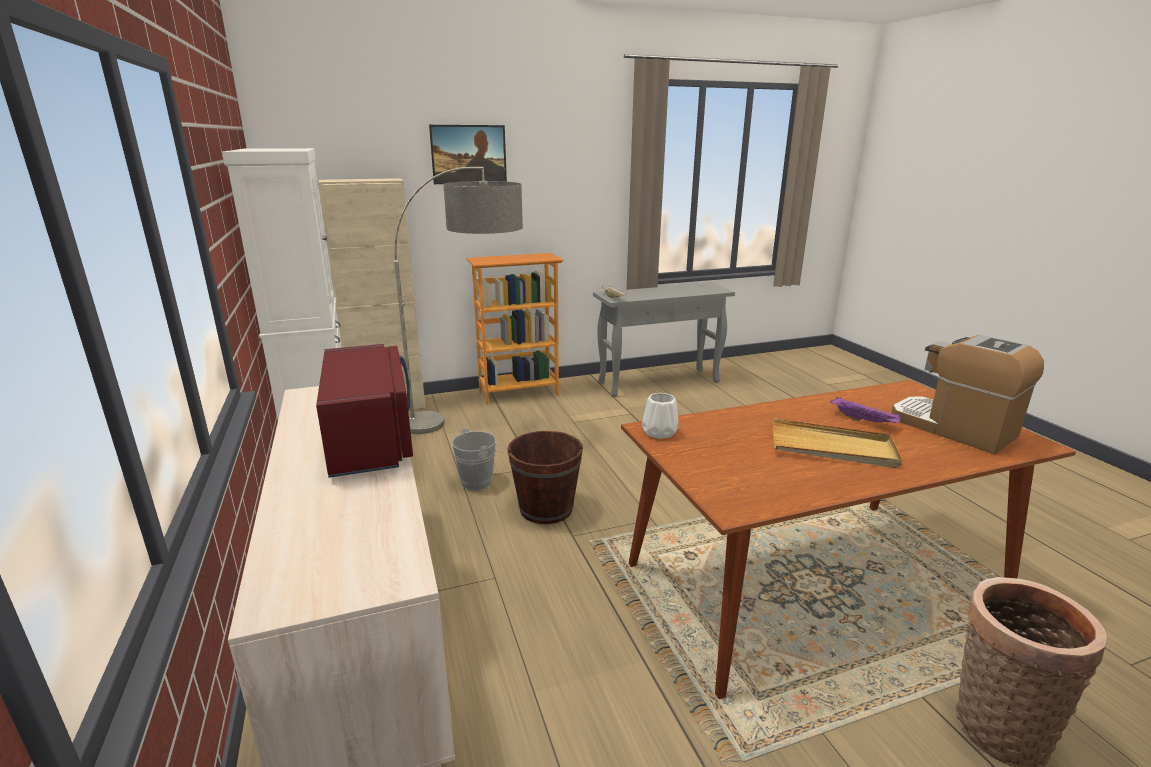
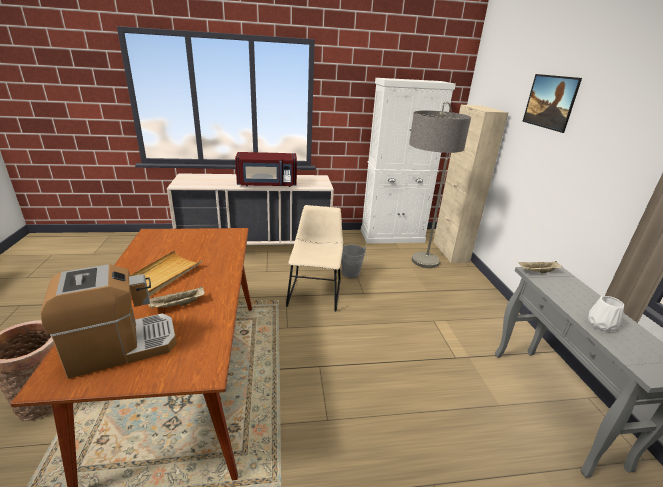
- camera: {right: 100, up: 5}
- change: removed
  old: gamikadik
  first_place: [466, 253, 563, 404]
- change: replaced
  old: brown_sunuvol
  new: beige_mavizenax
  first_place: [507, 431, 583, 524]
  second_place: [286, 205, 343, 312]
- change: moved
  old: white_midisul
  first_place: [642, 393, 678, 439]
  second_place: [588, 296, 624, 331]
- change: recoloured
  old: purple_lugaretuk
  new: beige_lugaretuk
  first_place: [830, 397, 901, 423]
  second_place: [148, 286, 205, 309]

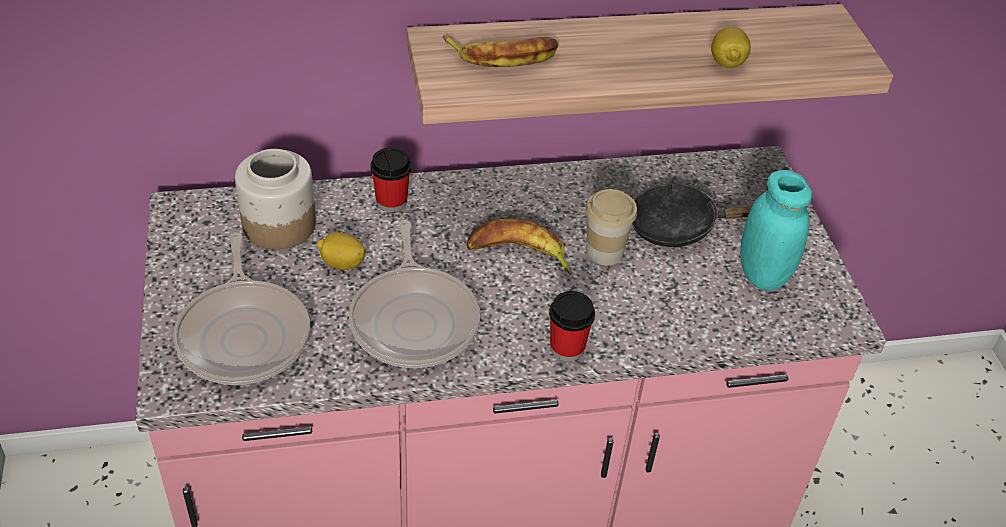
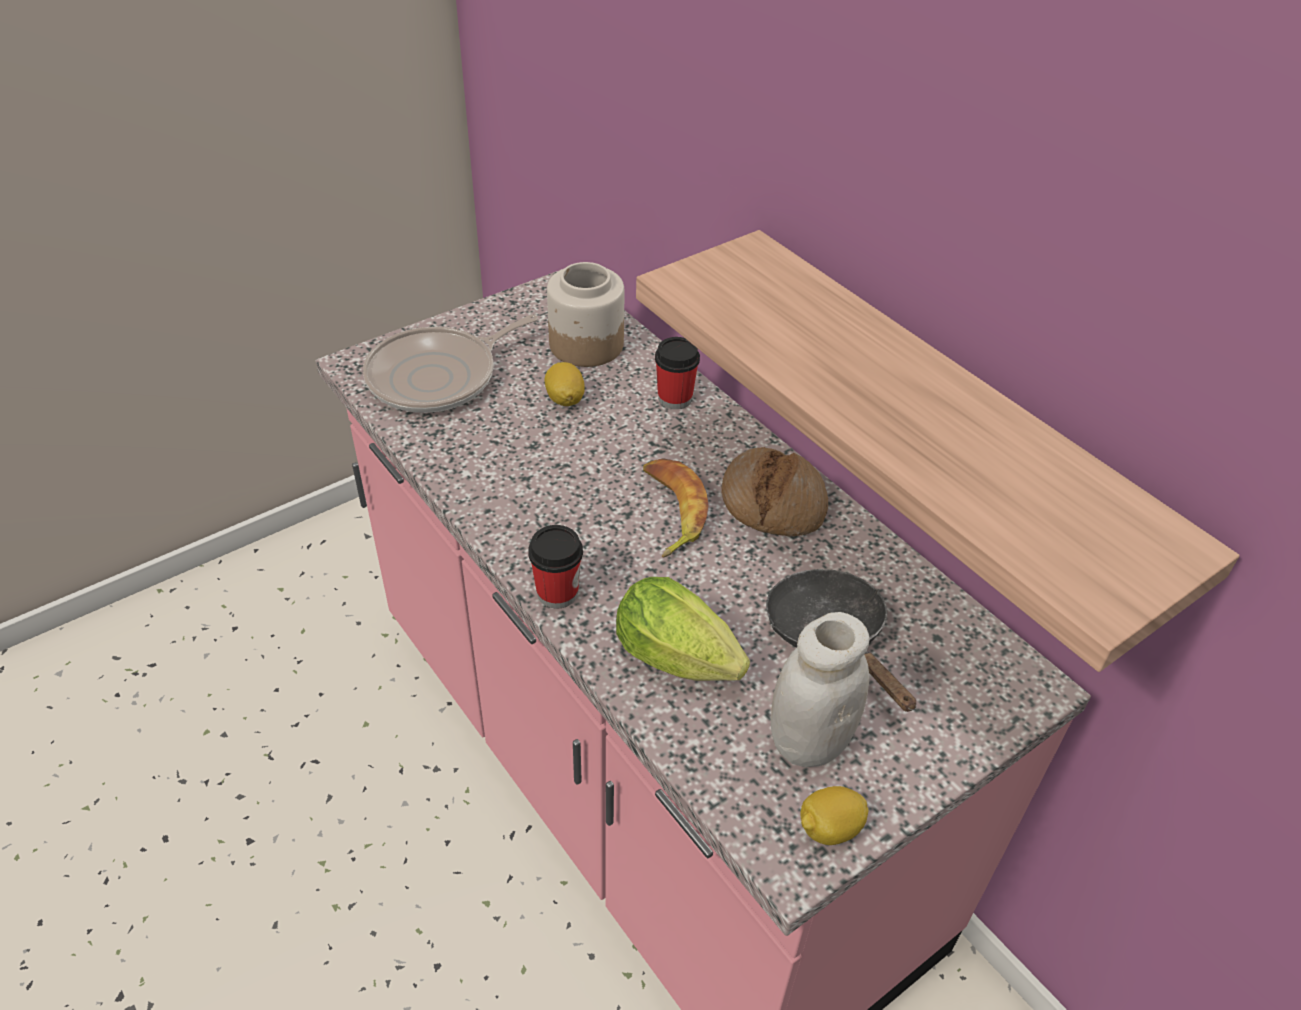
- camera: {right: 65, up: 0}
- change: removed
  old: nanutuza
  first_place: [349, 220, 480, 368]
- change: removed
  old: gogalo
  first_place: [443, 35, 559, 67]
- change: removed
  old: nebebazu
  first_place: [586, 189, 637, 265]
- change: moved
  old: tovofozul
  first_place: [711, 27, 751, 68]
  second_place: [800, 786, 868, 845]
- change: recoloured
  old: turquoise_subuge
  new: white_subuge
  first_place: [740, 170, 812, 291]
  second_place: [771, 612, 870, 767]
- change: added
  new: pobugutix
  second_place: [616, 577, 750, 681]
- change: added
  new: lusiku
  second_place: [721, 447, 828, 536]

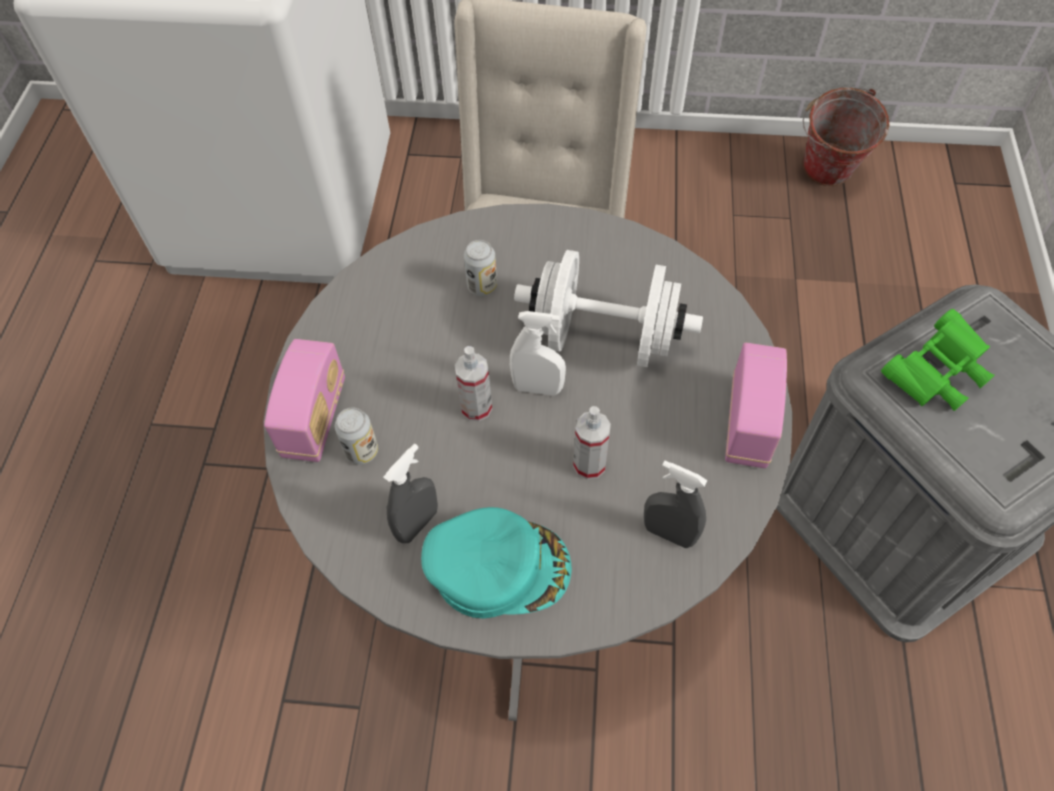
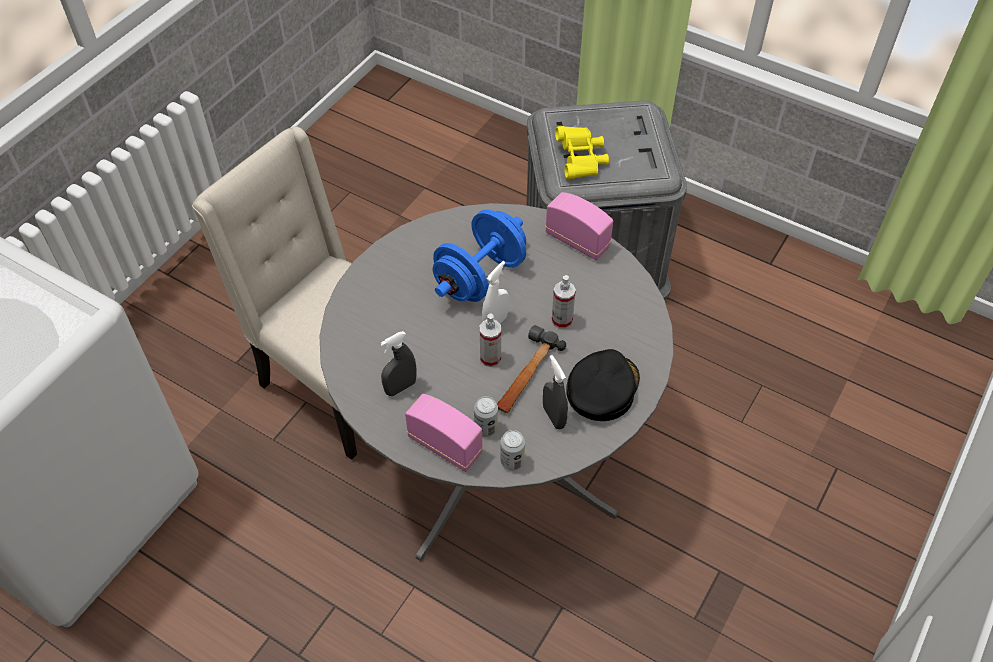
- camera: {right: -65, up: -5}
- change: recoloured
  old: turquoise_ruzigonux
  new: black_ruzigonux
  first_place: [421, 507, 572, 619]
  second_place: [566, 349, 640, 421]
- change: moved
  old: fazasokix
  first_place: [464, 240, 497, 296]
  second_place: [500, 430, 525, 471]
- change: recoloured
  old: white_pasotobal
  new: blue_pasotobal
  first_place: [514, 250, 703, 367]
  second_place: [433, 210, 526, 302]
- change: moved
  old: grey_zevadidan
  first_place: [644, 461, 708, 548]
  second_place: [380, 331, 417, 396]
- change: removed
  old: sunuvol
  first_place: [802, 87, 889, 186]
- change: recoloured
  old: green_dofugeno
  new: yellow_dofugeno
  first_place: [881, 309, 995, 411]
  second_place: [555, 126, 609, 179]
- change: added
  new: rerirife
  second_place: [497, 325, 566, 413]

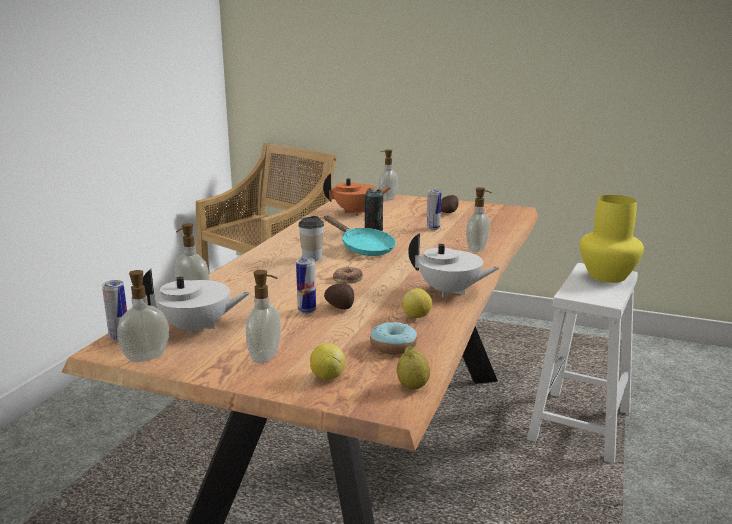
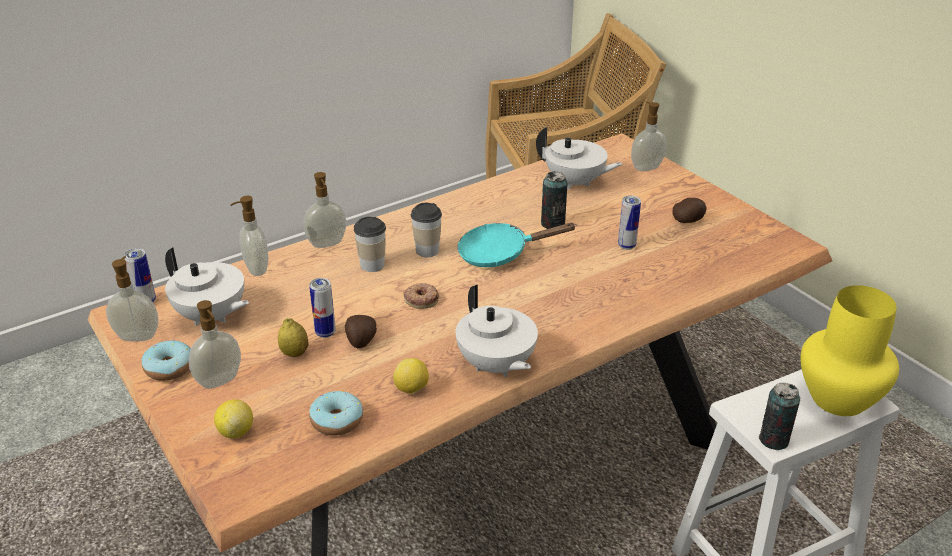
- camera: {right: 35, up: 15}
- change: recoloured
  old: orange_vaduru
  new: white_vaduru
  first_place: [323, 173, 390, 216]
  second_place: [536, 127, 623, 190]
- change: turned
  old: turquoise_nanutuza
  first_place: [324, 216, 396, 256]
  second_place: [457, 223, 577, 267]
  degrees: 90
- change: moved
  old: tovofozul
  first_place: [397, 346, 430, 389]
  second_place: [278, 318, 309, 357]
- change: moved
  old: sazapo
  first_place: [466, 187, 492, 252]
  second_place: [303, 172, 346, 248]
- change: added
  new: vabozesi
  second_place: [142, 340, 191, 381]
- change: added
  new: nebebazu
  second_place: [354, 217, 386, 272]
- change: added
  new: fazasokix
  second_place: [759, 383, 800, 450]

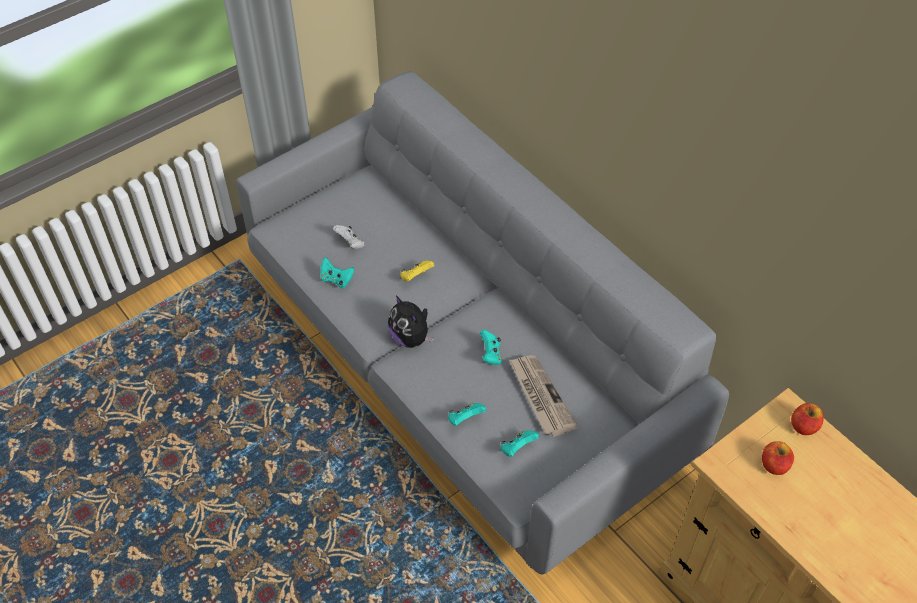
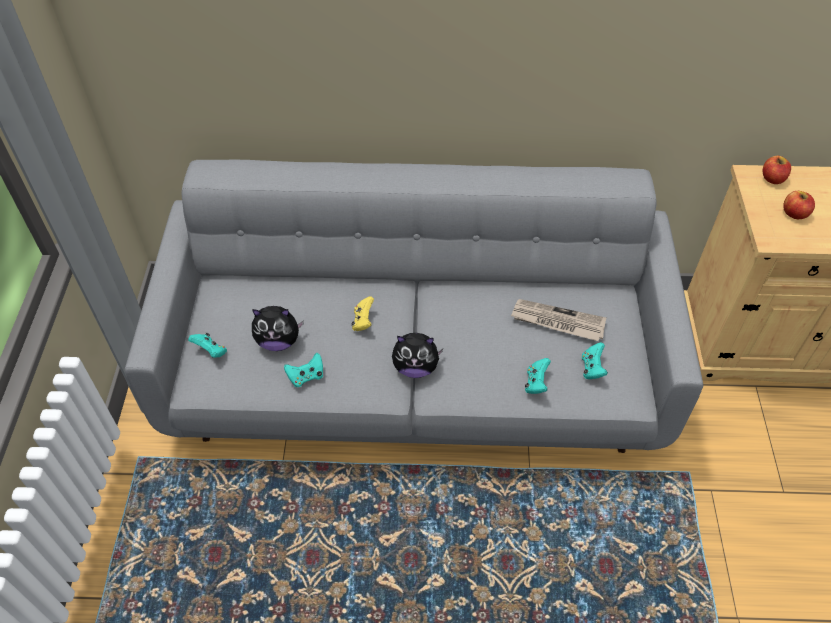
- camera: {right: -50, up: 0}
- change: replaced
  old: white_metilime
  new: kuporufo
  first_place: [333, 225, 365, 249]
  second_place: [252, 306, 304, 351]
- change: moved
  old: turquoise_metilime
  first_place: [480, 330, 502, 365]
  second_place: [188, 333, 227, 358]

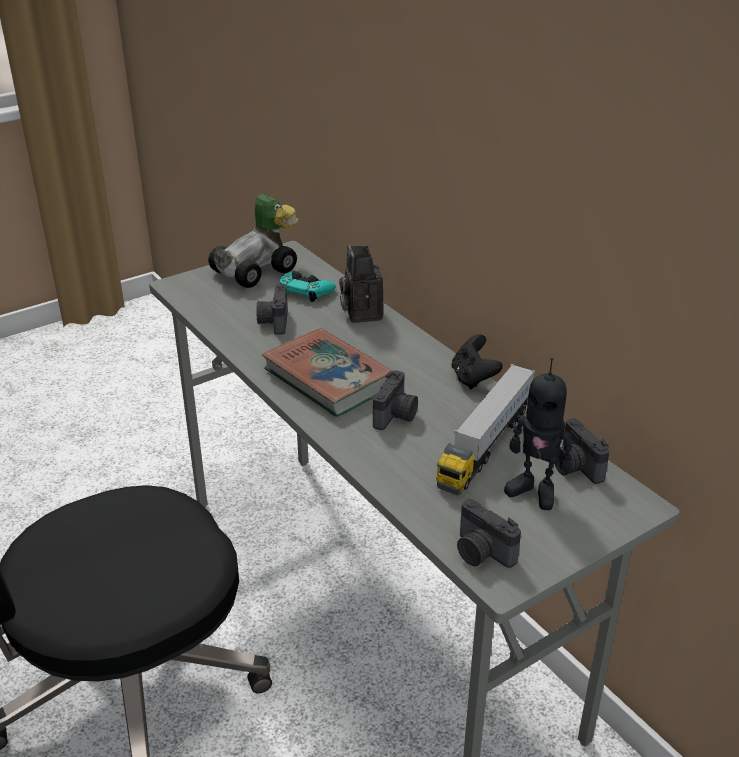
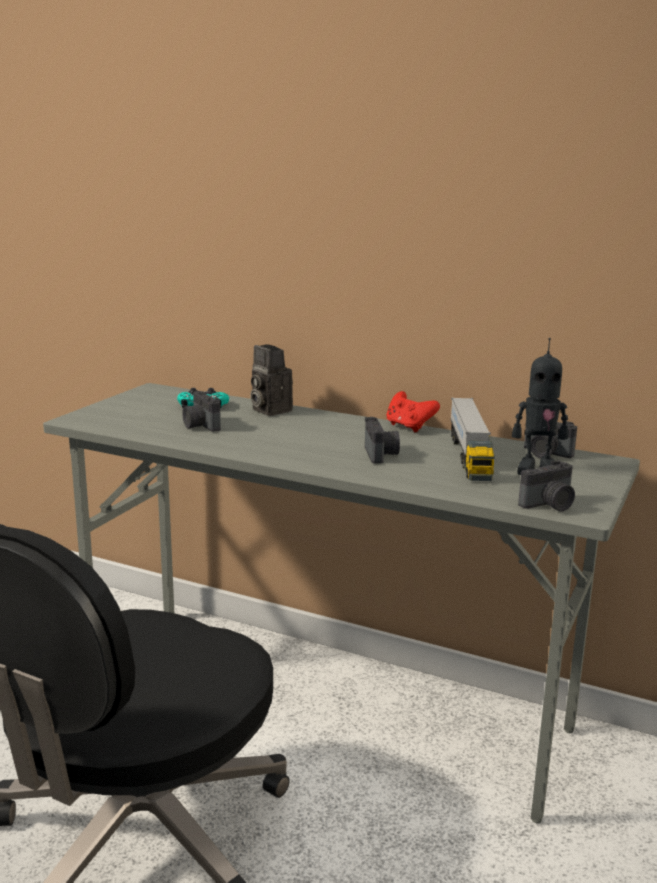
- camera: {right: -30, up: -15}
- change: removed
  old: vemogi
  first_place: [208, 194, 298, 288]
- change: removed
  old: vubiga
  first_place: [262, 328, 393, 417]
- change: recoloured
  old: black_metilime
  new: red_metilime
  first_place: [451, 334, 503, 389]
  second_place: [387, 391, 440, 432]
- change: turned
  old: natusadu
  first_place: [457, 499, 521, 568]
  second_place: [518, 460, 575, 512]
  degrees: -45

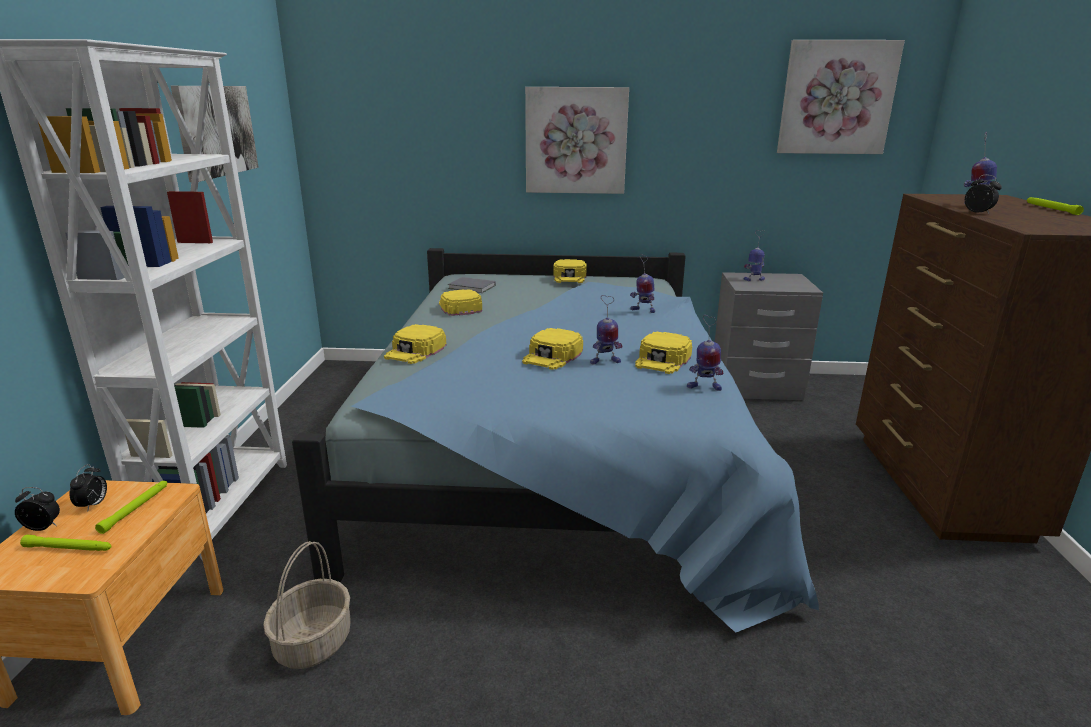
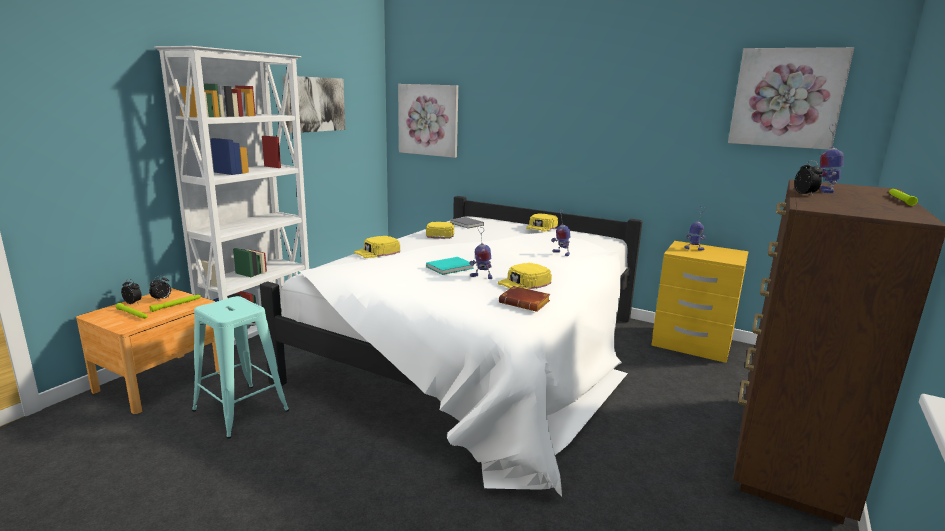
- camera: {right: 25, up: -5}
- change: replaced
  old: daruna
  new: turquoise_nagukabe
  first_place: [263, 541, 351, 669]
  second_place: [192, 296, 289, 439]
- change: recoloured
  old: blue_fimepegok
  new: white_fimepegok
  first_place: [292, 248, 819, 633]
  second_place: [260, 196, 643, 496]
- change: replaced
  old: yellow_ruzigonux
  new: turquoise_vubiga
  first_place: [522, 328, 583, 370]
  second_place: [426, 257, 474, 275]
- change: moved
  old: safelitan
  first_place: [525, 87, 629, 194]
  second_place: [398, 84, 458, 158]
- change: replaced
  old: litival
  new: brown_vubiga
  first_place: [687, 315, 723, 391]
  second_place: [499, 286, 550, 312]
- change: recoloured
  old: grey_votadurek
  new: yellow_votadurek
  first_place: [715, 272, 823, 400]
  second_place: [651, 241, 749, 363]

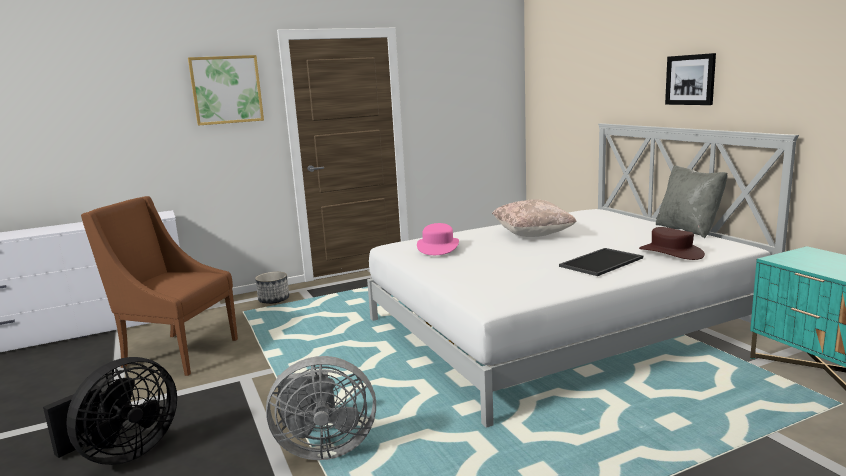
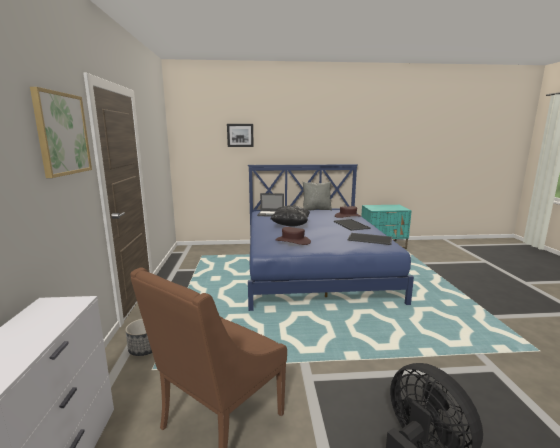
- camera: {right: -70, up: 0}
- change: removed
  old: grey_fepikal
  first_place: [266, 356, 376, 460]
- change: recoloured
  old: white_fimepegok
  new: blue_fimepegok
  first_place: [367, 123, 799, 428]
  second_place: [248, 164, 414, 311]
- change: recoloured
  old: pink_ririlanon
  new: brown_ririlanon
  first_place: [417, 223, 459, 255]
  second_place: [275, 227, 311, 245]
- change: recoloured
  old: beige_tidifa
  new: black_tidifa
  first_place: [492, 199, 576, 237]
  second_place: [270, 205, 310, 227]
- change: moved
  old: safelitan
  first_place: [665, 53, 716, 105]
  second_place: [227, 124, 254, 147]
- change: added
  new: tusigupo
  second_place: [257, 193, 284, 217]
- change: added
  new: lugaretuk
  second_place: [347, 233, 392, 245]

